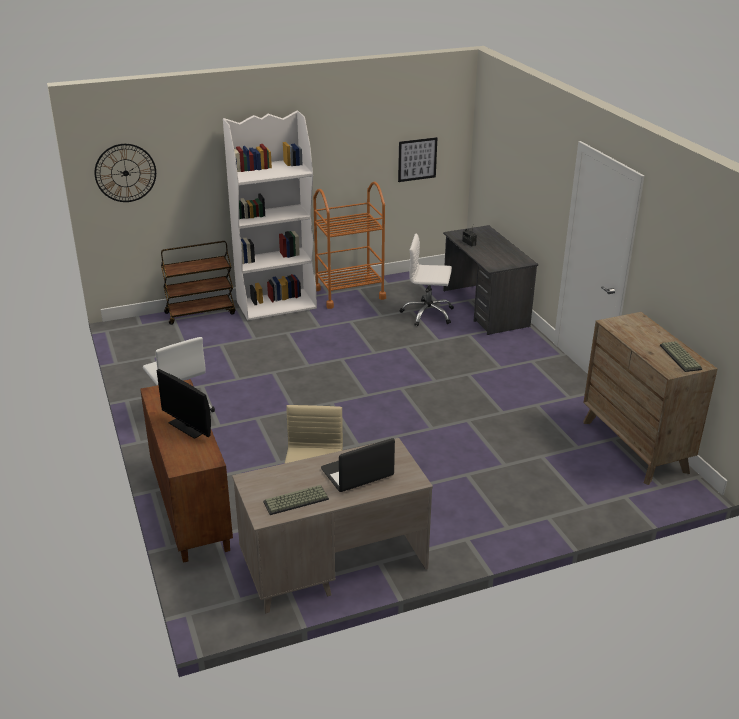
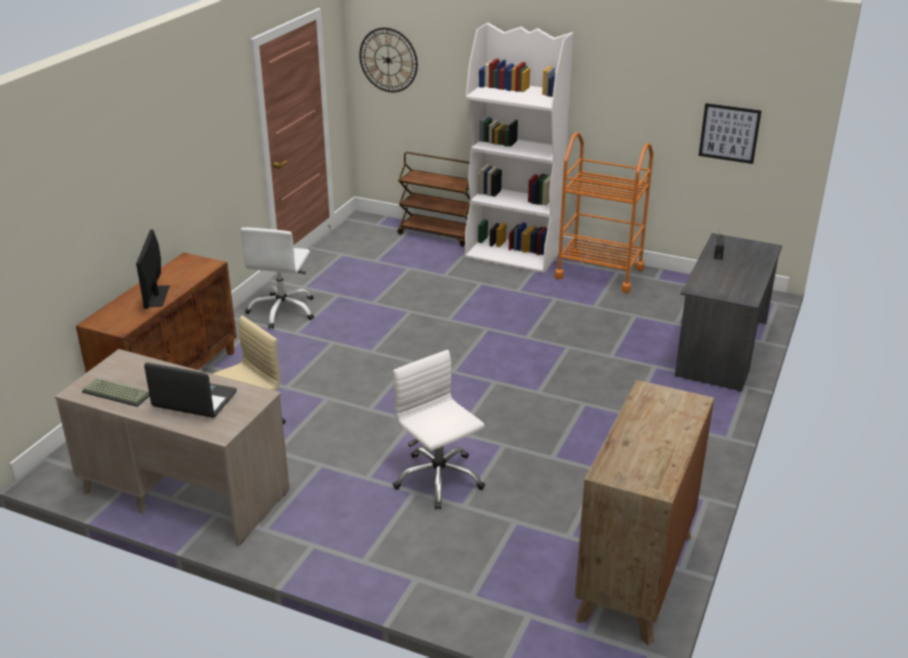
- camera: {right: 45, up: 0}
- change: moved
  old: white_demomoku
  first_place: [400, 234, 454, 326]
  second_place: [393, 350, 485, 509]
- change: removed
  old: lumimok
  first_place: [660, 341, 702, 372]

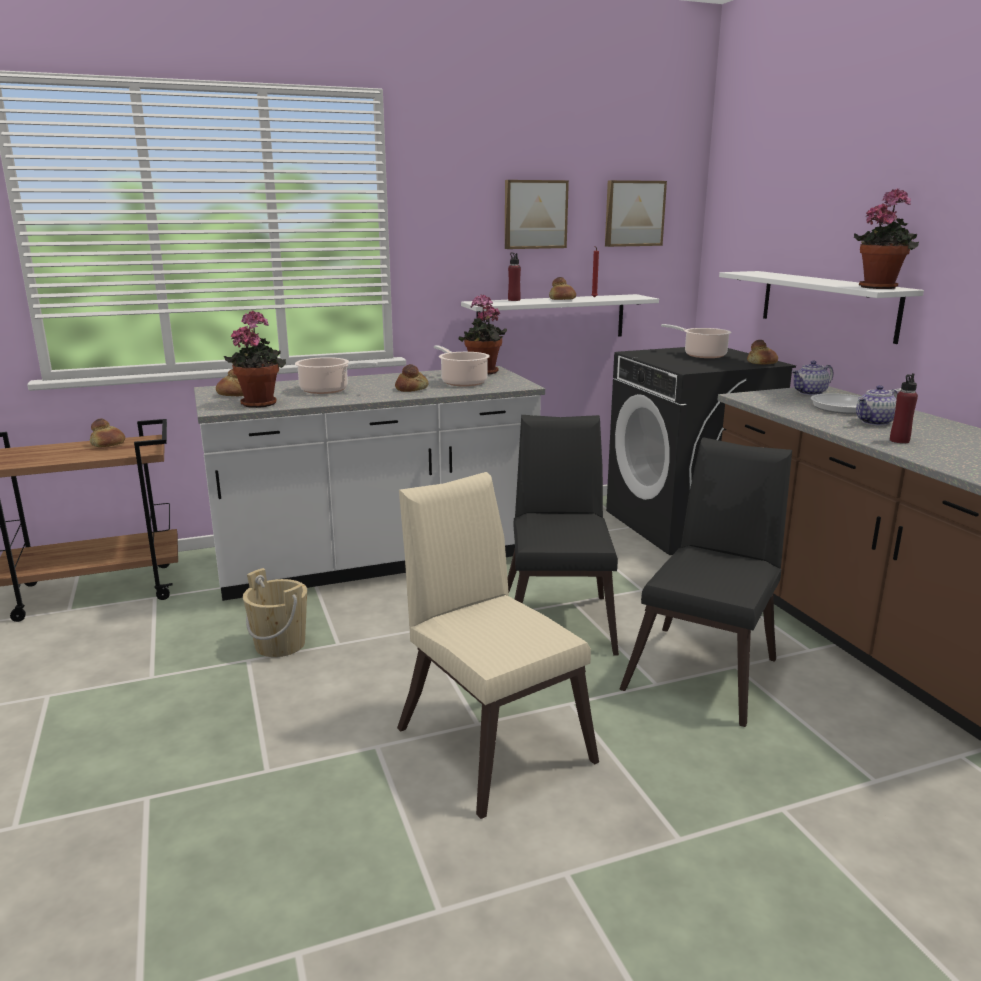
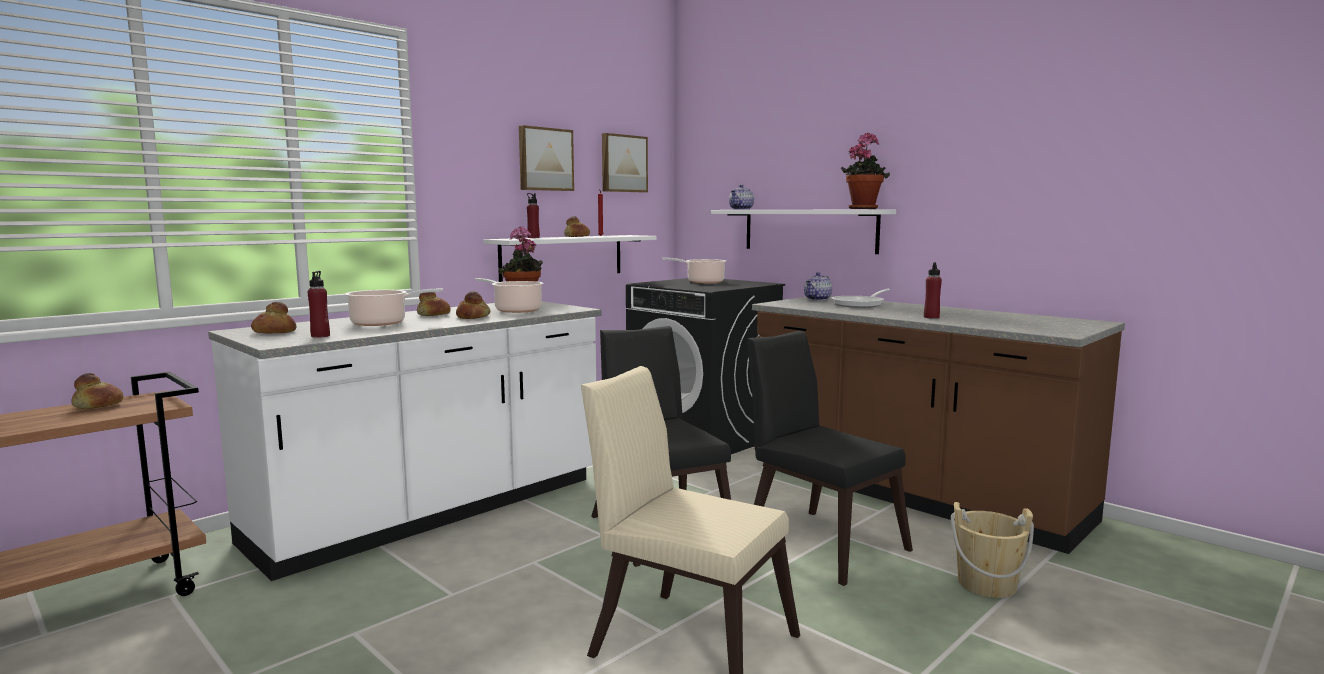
- camera: {right: -25, up: -10}
- change: replaced
  old: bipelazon
  new: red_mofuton
  first_place: [224, 310, 286, 408]
  second_place: [308, 271, 330, 338]
- change: moved
  old: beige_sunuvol
  first_place: [243, 568, 307, 657]
  second_place: [951, 502, 1034, 598]
- change: turned
  old: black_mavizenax
  first_place: [619, 437, 792, 727]
  second_place: [747, 331, 913, 586]
  degrees: -45
- change: moved
  old: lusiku
  first_place: [747, 340, 778, 365]
  second_place: [417, 292, 451, 316]
- change: moved
  old: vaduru
  first_place: [856, 385, 898, 426]
  second_place: [729, 184, 754, 210]

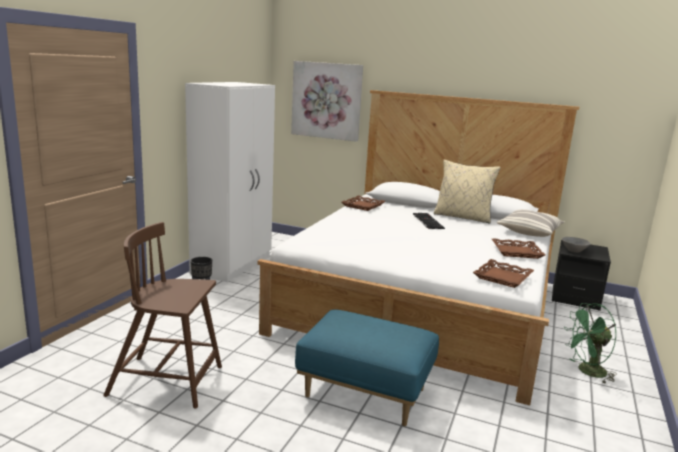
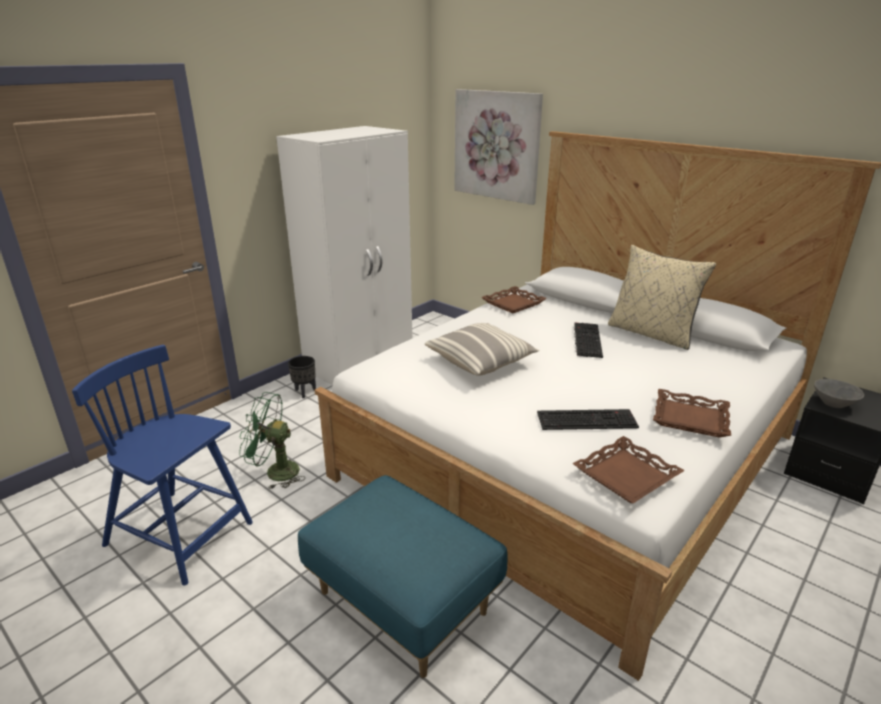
- camera: {right: 20, up: 10}
- change: recoloured
  old: brown_mavizenax
  new: blue_mavizenax
  first_place: [103, 222, 222, 409]
  second_place: [72, 345, 253, 586]
- change: moved
  old: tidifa
  first_place: [497, 209, 565, 237]
  second_place: [425, 323, 540, 376]
- change: moved
  old: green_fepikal
  first_place: [564, 303, 617, 383]
  second_place: [239, 392, 304, 489]
- change: added
  new: lumimok
  second_place: [537, 409, 639, 430]

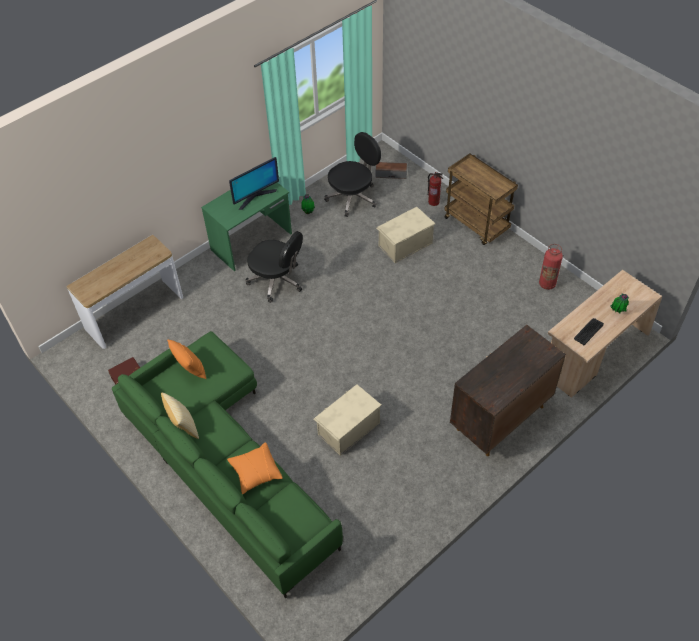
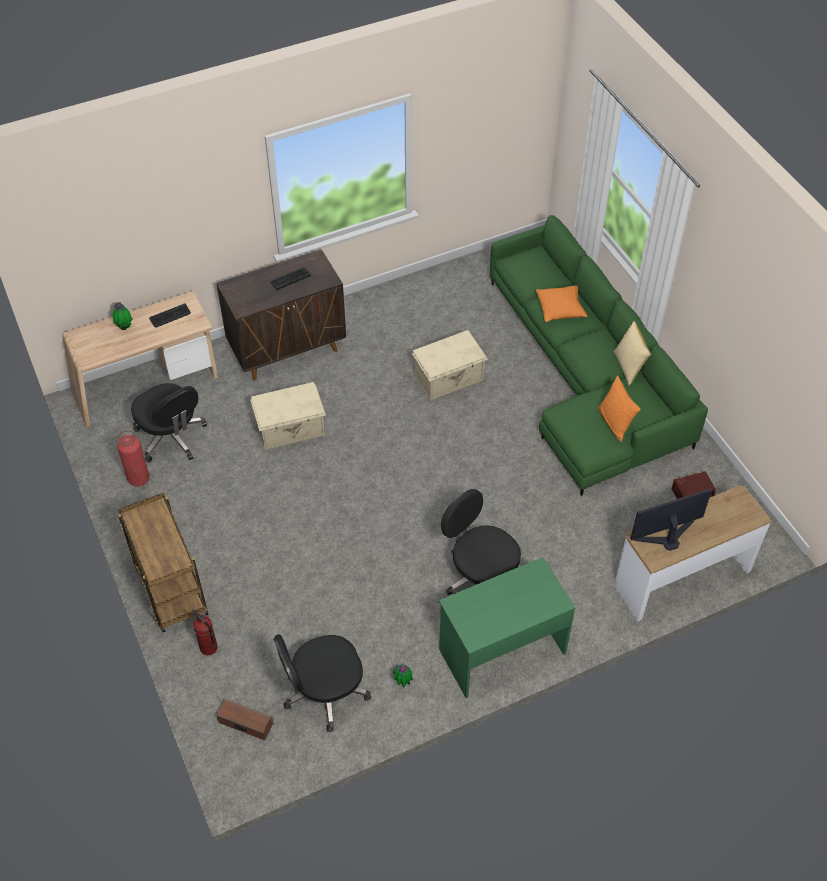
- camera: {right: -165, up: 0}
- change: moved
  old: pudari
  first_place: [229, 157, 279, 210]
  second_place: [631, 489, 712, 551]
- change: moved
  old: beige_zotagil
  first_place: [376, 207, 435, 263]
  second_place: [250, 382, 326, 450]
- change: added
  new: black_demomoku
  second_place: [131, 383, 207, 463]
- change: added
  new: lumimok
  second_place: [271, 267, 311, 290]

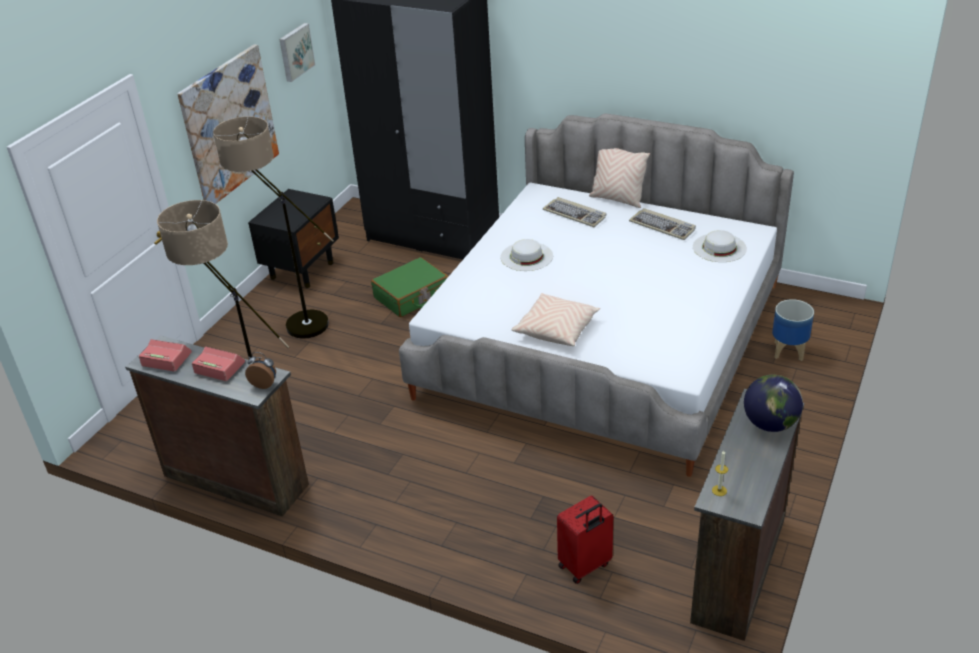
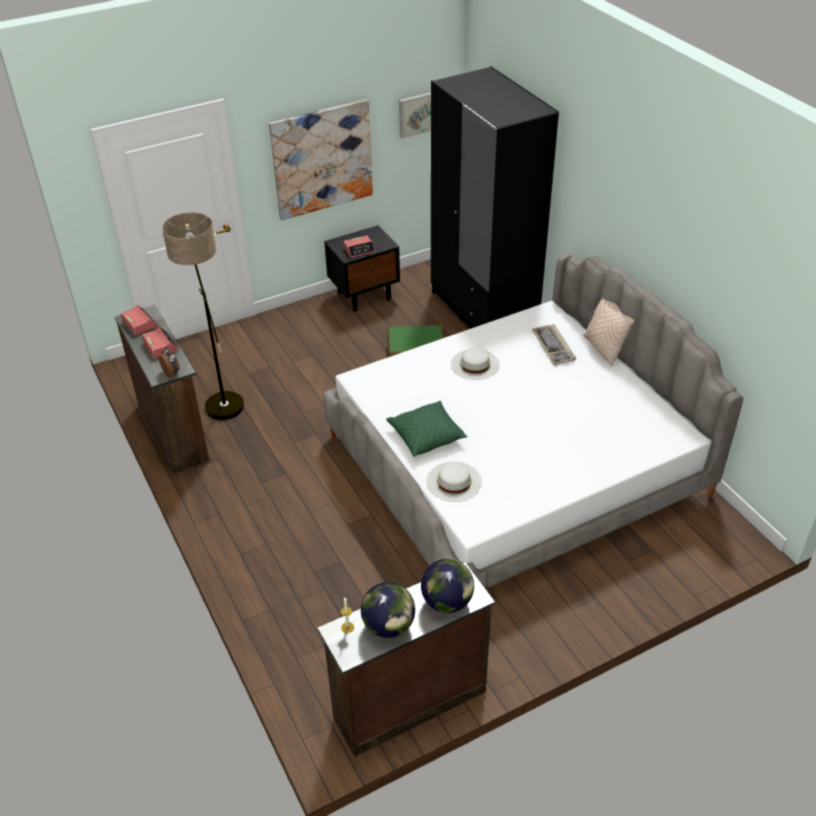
- camera: {right: 35, up: 5}
- change: removed
  old: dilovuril
  first_place: [213, 116, 334, 339]
- change: recoloured
  old: beige_tidifa
  new: green_tidifa
  first_place: [511, 293, 600, 346]
  second_place: [386, 401, 468, 457]
- change: removed
  old: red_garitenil
  first_place: [557, 496, 613, 584]
- change: removed
  old: lumimok
  first_place: [629, 208, 696, 240]
- change: moved
  old: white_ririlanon
  first_place: [693, 230, 747, 262]
  second_place: [427, 462, 482, 502]
- change: removed
  old: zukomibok
  first_place: [772, 299, 814, 361]
- change: added
  new: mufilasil
  second_place: [344, 235, 375, 258]
- change: added
  new: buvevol
  second_place: [361, 582, 415, 638]

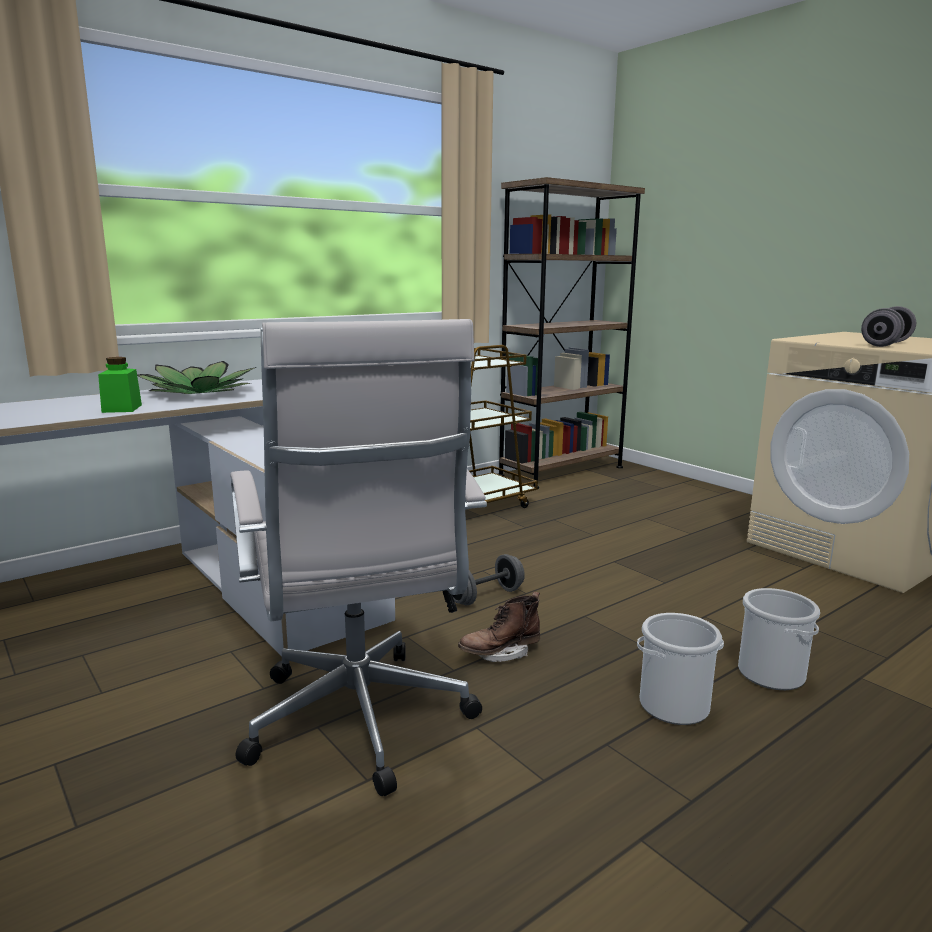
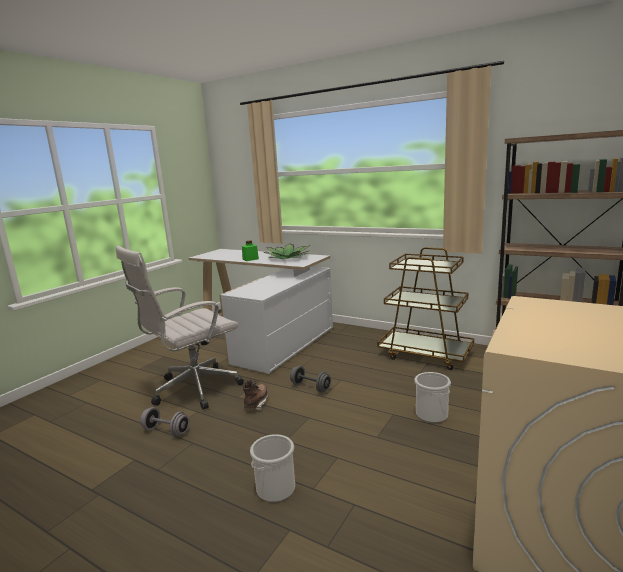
- camera: {right: 70, up: 0}
- change: turned
  old: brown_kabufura
  first_place: [458, 592, 540, 662]
  second_place: [242, 380, 269, 411]
  degrees: 60
- change: moved
  old: sunuvol
  first_place: [637, 613, 724, 725]
  second_place: [414, 372, 451, 423]
- change: moved
  old: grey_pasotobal
  first_place: [861, 306, 916, 347]
  second_place: [140, 407, 189, 436]

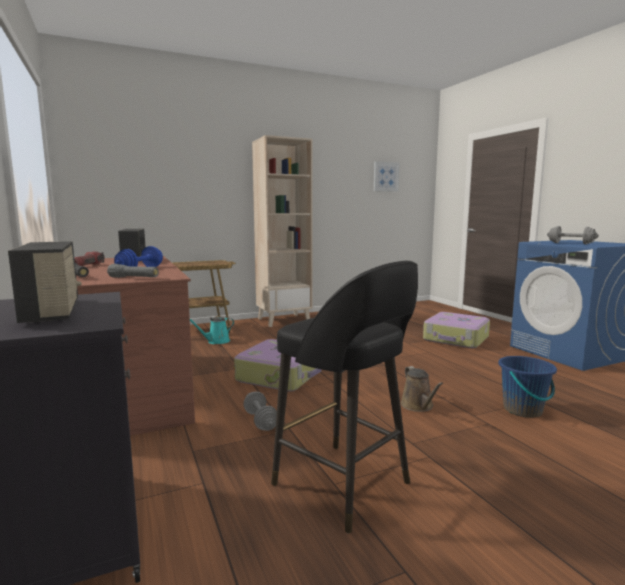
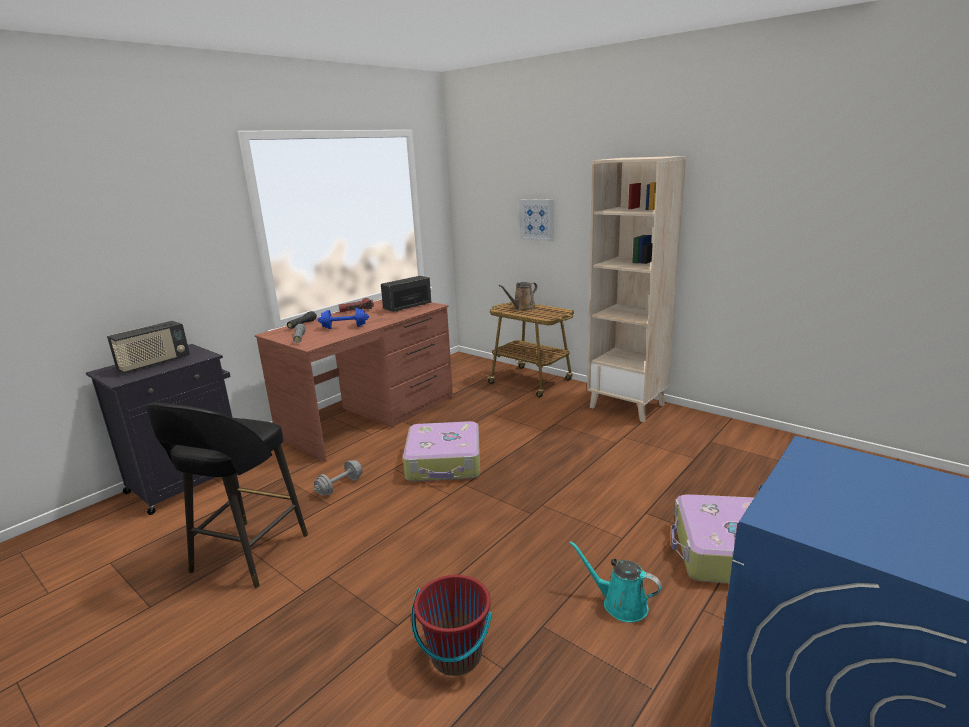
- camera: {right: 65, up: 10}
- change: moved
  old: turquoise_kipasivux
  first_place: [190, 317, 234, 344]
  second_place: [569, 541, 662, 622]
- change: moved
  old: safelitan
  first_place: [374, 161, 399, 192]
  second_place: [519, 199, 554, 242]
- change: moved
  old: brown_kipasivux
  first_place: [401, 366, 443, 412]
  second_place: [499, 282, 537, 311]
- change: recoloured
  old: blue_sunuvol
  new: red_sunuvol
  first_place: [498, 356, 557, 418]
  second_place: [411, 575, 492, 676]
- change: removed
  old: grey_pasotobal
  first_place: [547, 226, 599, 244]

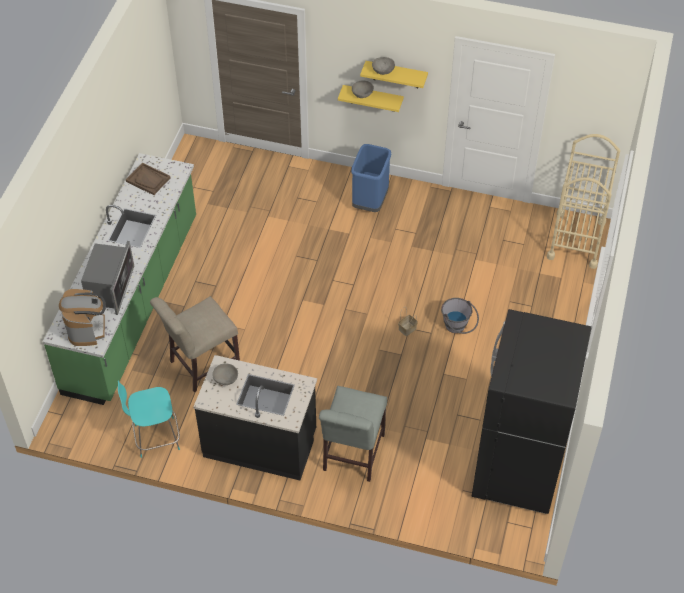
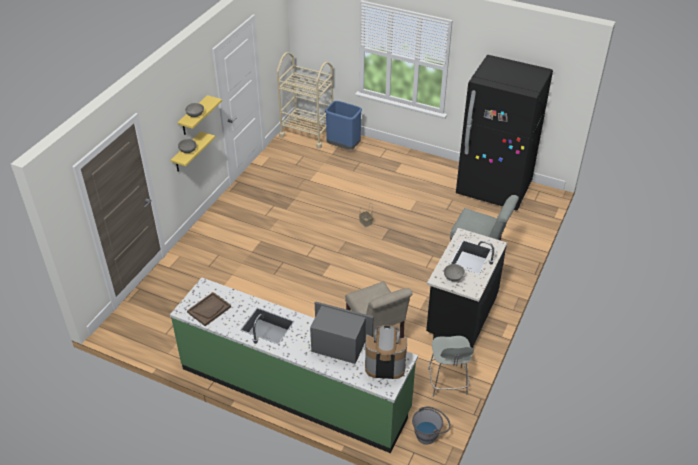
- camera: {right: -80, up: -10}
- change: recoloured
  old: turquoise_mavizenax
  new: grey_mavizenax
  first_place: [118, 380, 180, 458]
  second_place: [428, 336, 474, 397]
- change: moved
  old: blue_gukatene
  first_place: [351, 144, 391, 212]
  second_place: [325, 101, 362, 150]
- change: moved
  old: grey_sunuvol
  first_place: [441, 298, 479, 334]
  second_place: [412, 407, 451, 445]

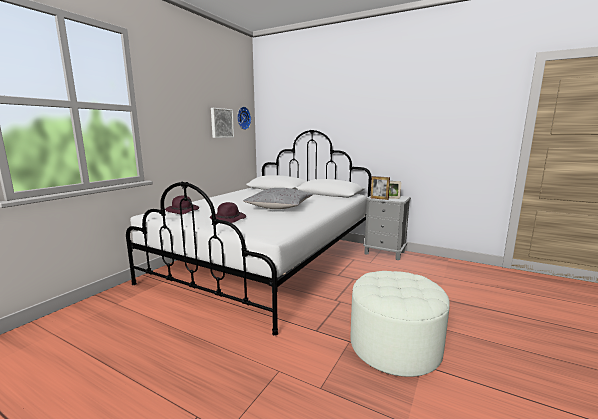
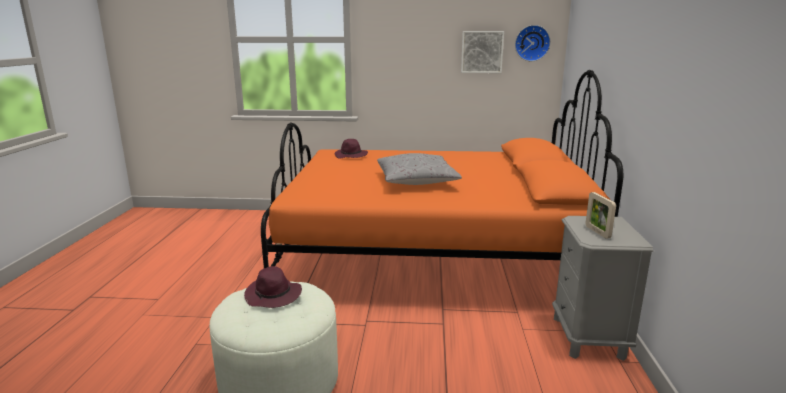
- camera: {right: 65, up: 5}
- change: recoloured
  old: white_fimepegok
  new: orange_fimepegok
  first_place: [126, 130, 371, 336]
  second_place: [261, 70, 623, 268]
- change: moved
  old: purple_ririlanon
  first_place: [210, 202, 246, 223]
  second_place: [244, 266, 302, 308]
- change: removed
  old: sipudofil
  first_place: [371, 176, 390, 200]

